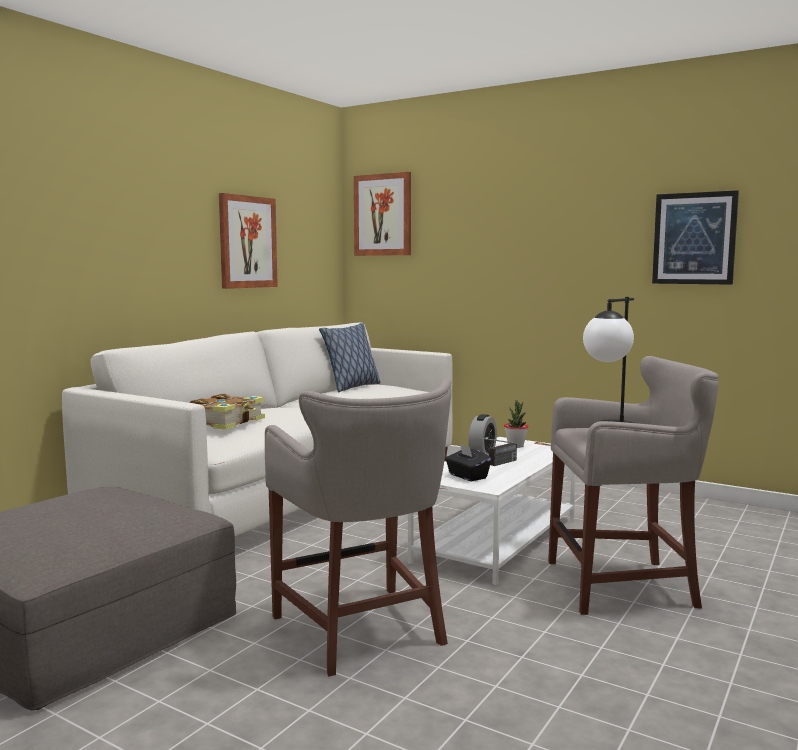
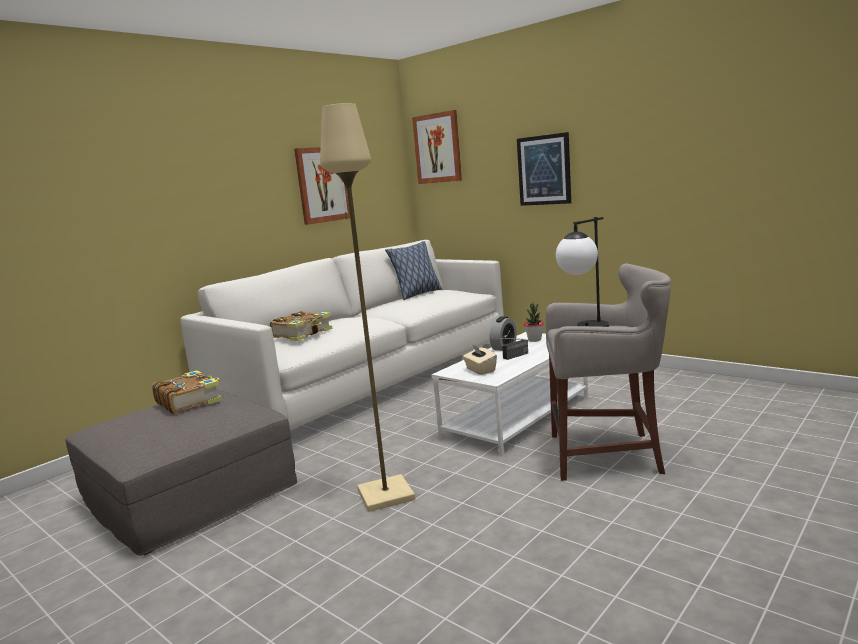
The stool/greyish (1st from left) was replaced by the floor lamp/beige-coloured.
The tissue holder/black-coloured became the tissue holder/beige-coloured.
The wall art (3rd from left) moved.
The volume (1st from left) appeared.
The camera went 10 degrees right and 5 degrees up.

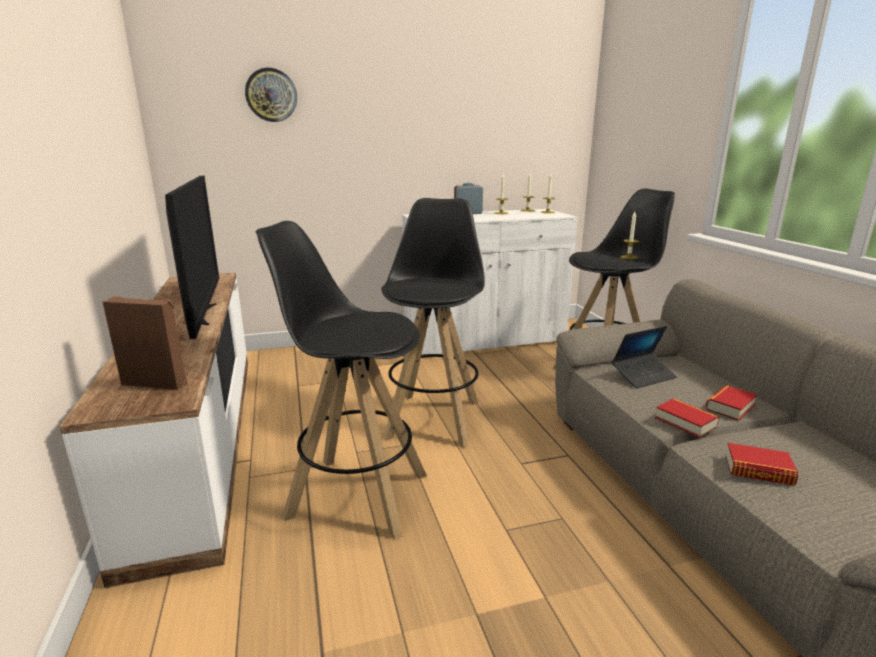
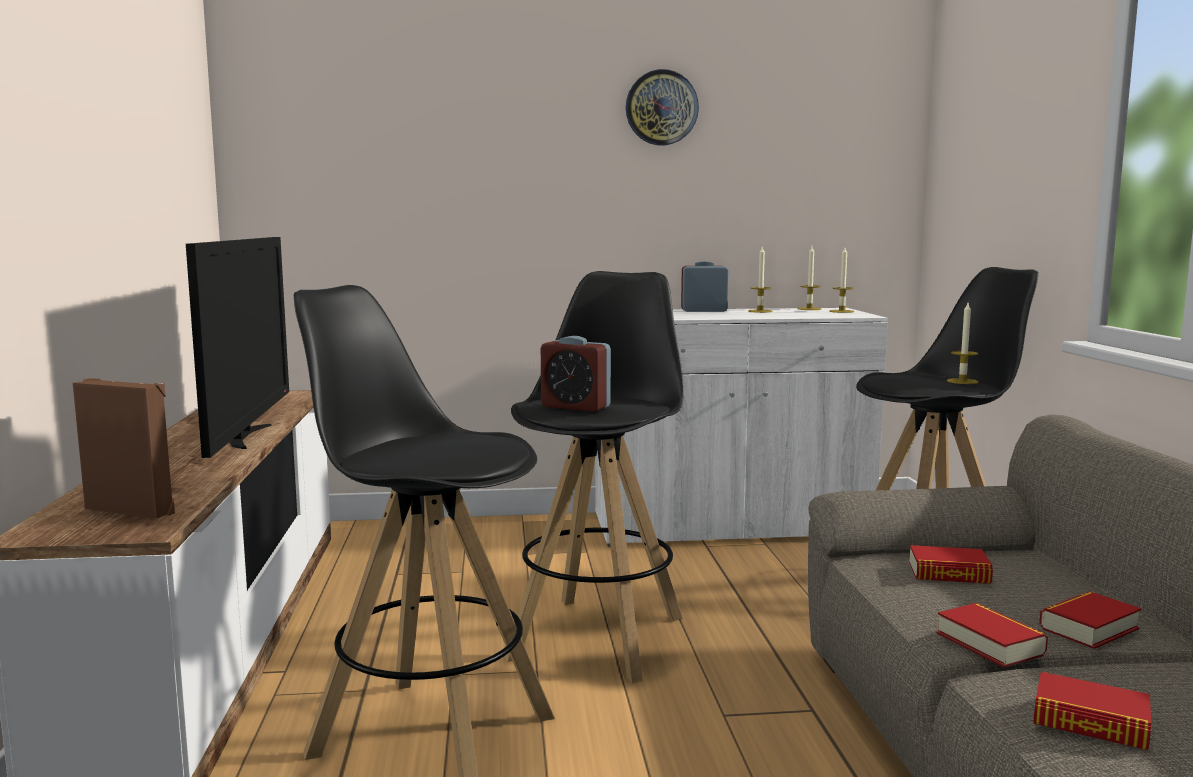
The wall clock moved.
The laptop was replaced by the volume (1st from left).
The alarm clock (1st from left) appeared.
The camera went 10 degrees right and 10 degrees down.

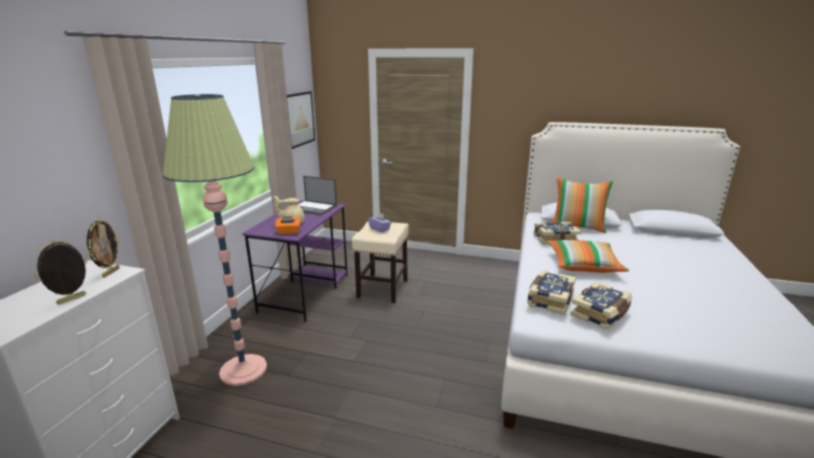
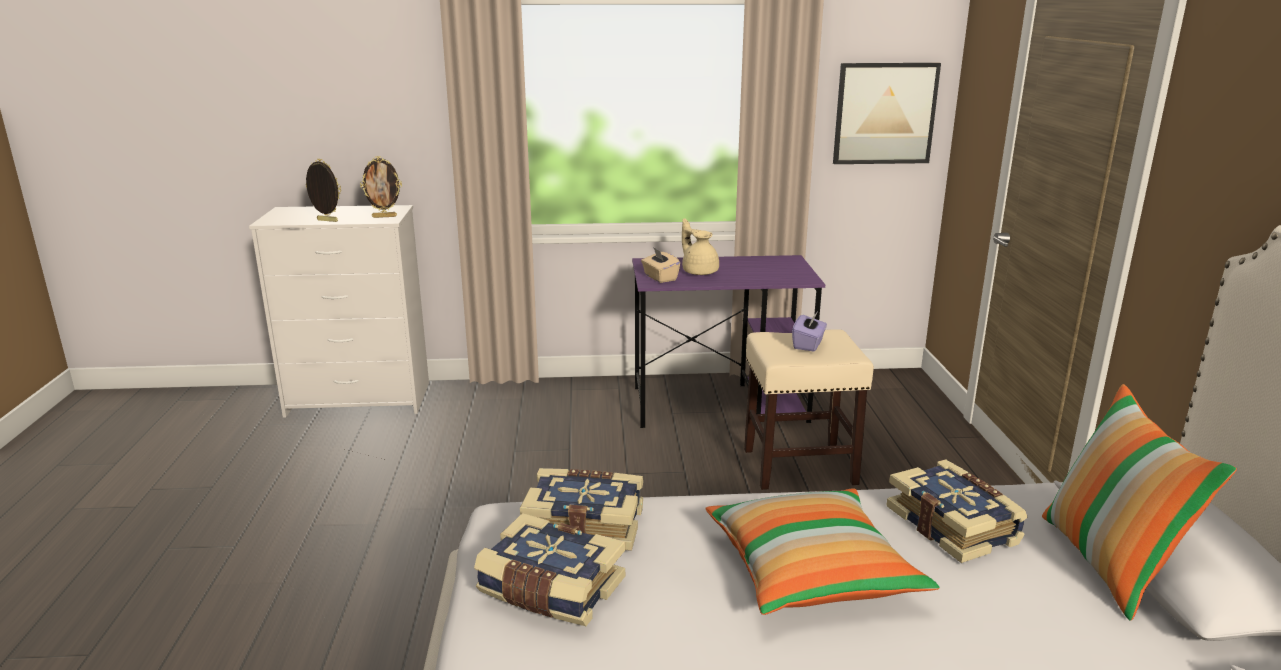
The floor lamp disappeared.
The tissue holder/orangey became the tissue holder/beige-coloured.
The laptop disappeared.
The camera went 70 degrees right and 0 degrees up.

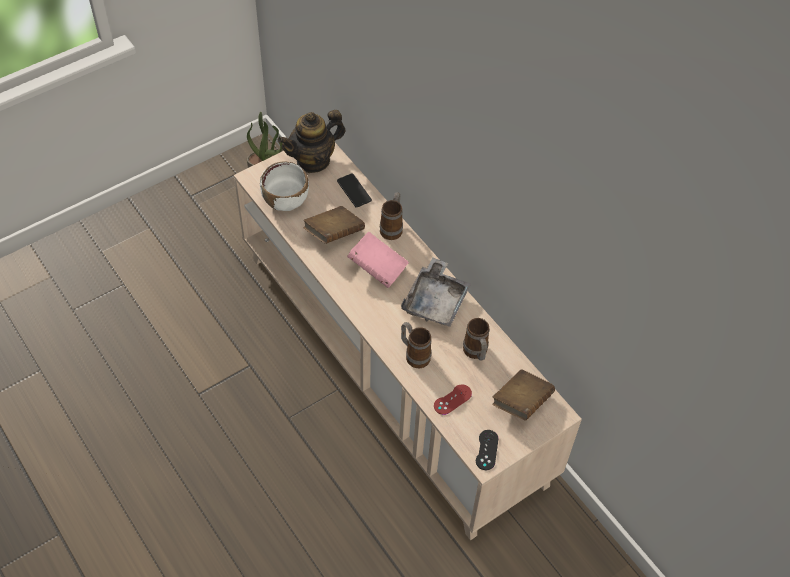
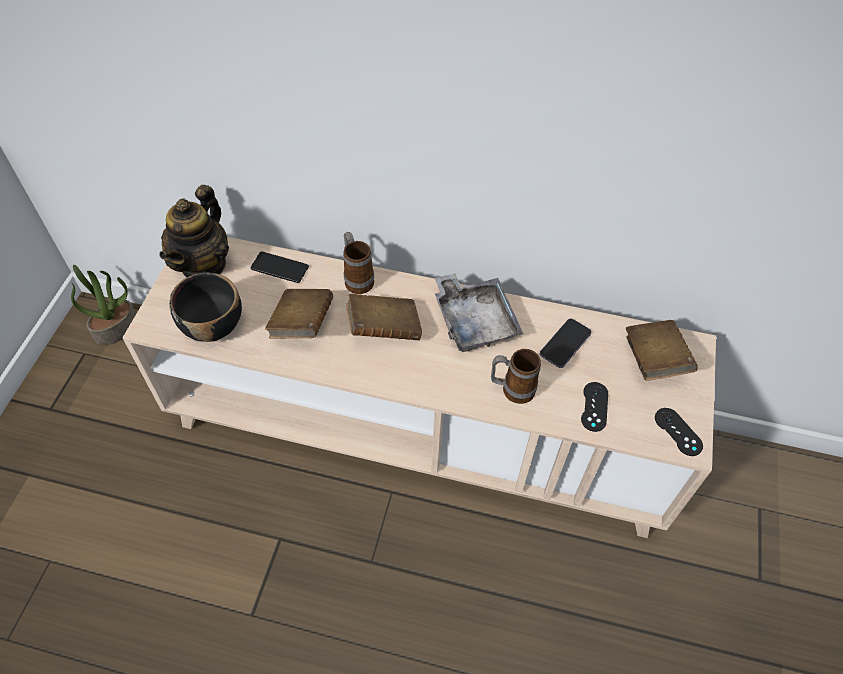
The bowl/whitish became the bowl/black-coloured.
The volume/pink became the volume/brown-coloured (2nd from left).
The game controller/reddish became the game controller/black-coloured (1st from left).
The mug (3rd from left) was replaced by the handset (2nd from left).
The camera went 40 degrees left and 0 degrees up.

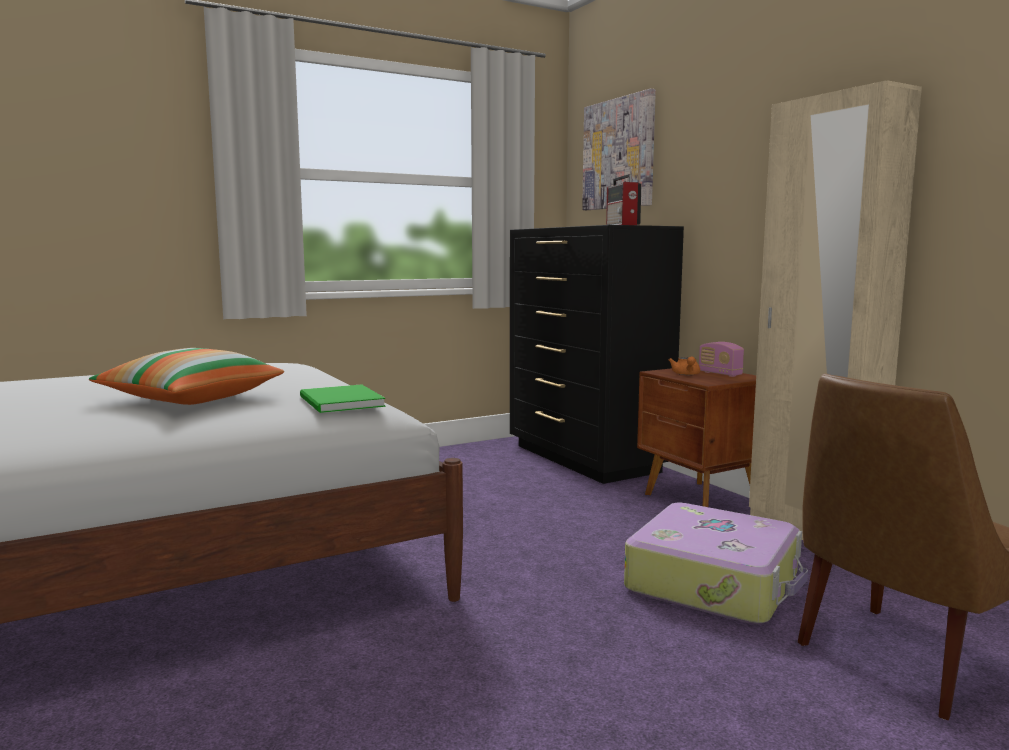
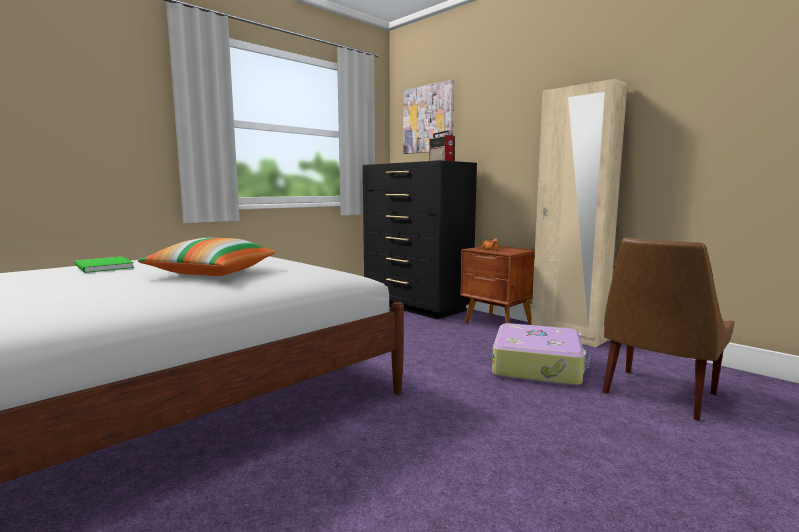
The volume/greenish moved.
The radio receiver (2nd from left) disappeared.
The camera went 15 degrees left and 0 degrees up.

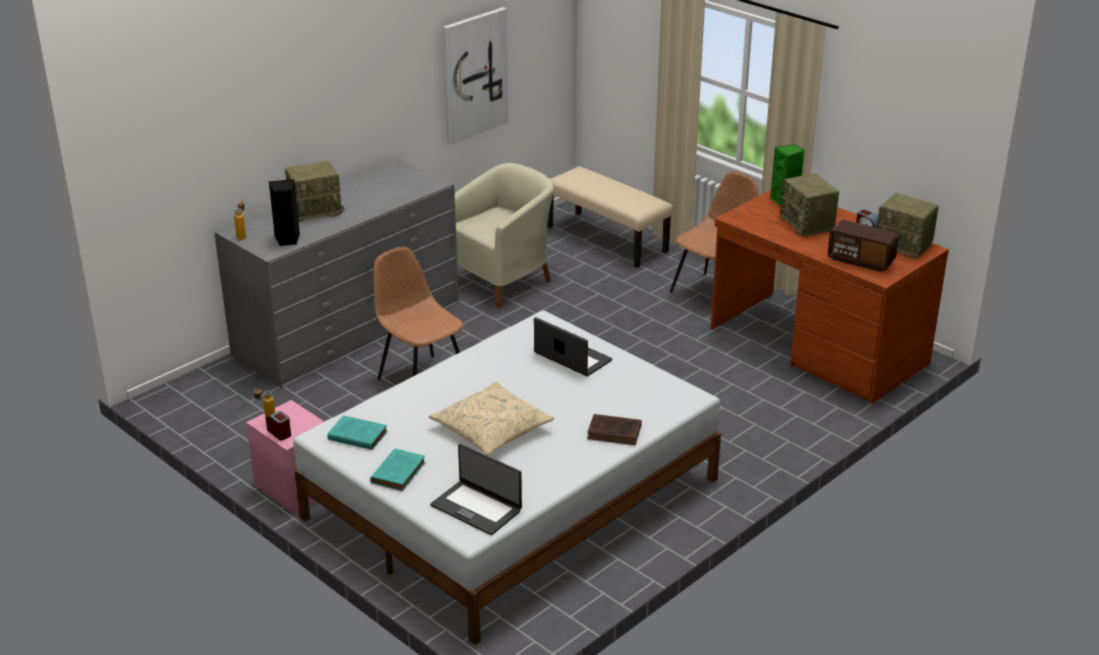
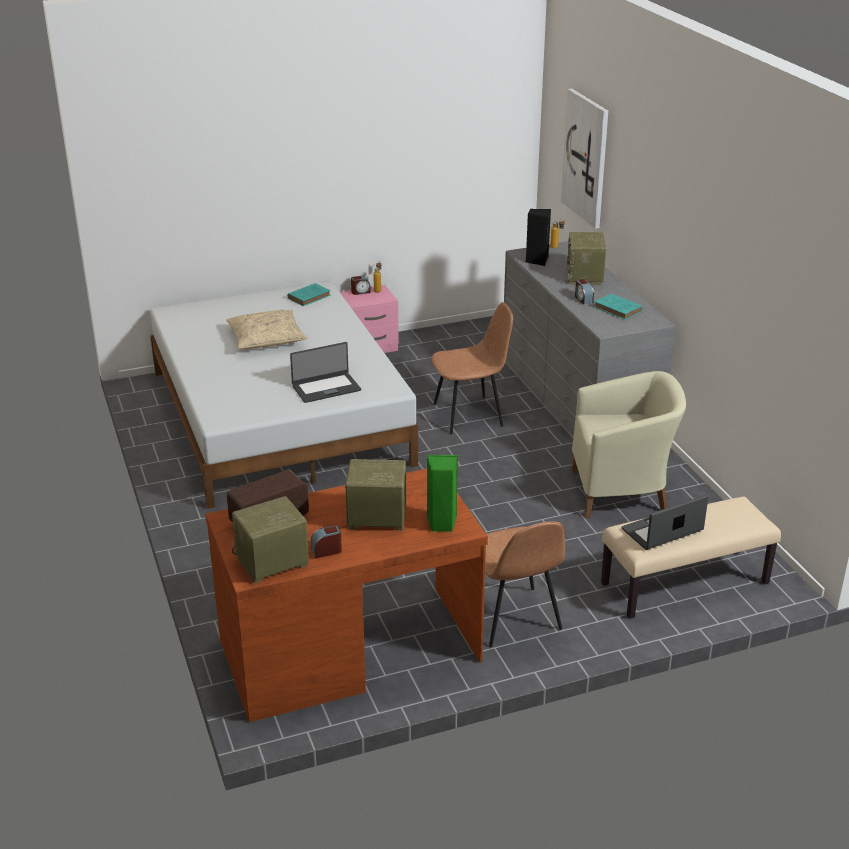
The volume/blue-green (2nd from left) moved.
The laptop (1st from left in the first image) moved.
The wall art moved.
The easy chair/beige-coloured turned 75 degrees counterclockwise.
The volume/brown-coloured disappeared.
The alarm clock (3rd from left) appeared.
The camera went 115 degrees right and 0 degrees up.

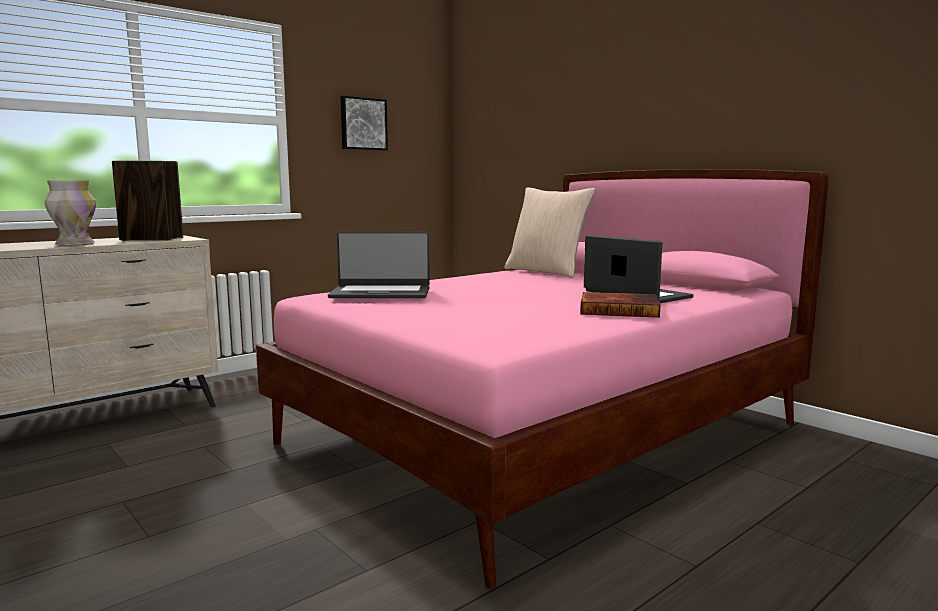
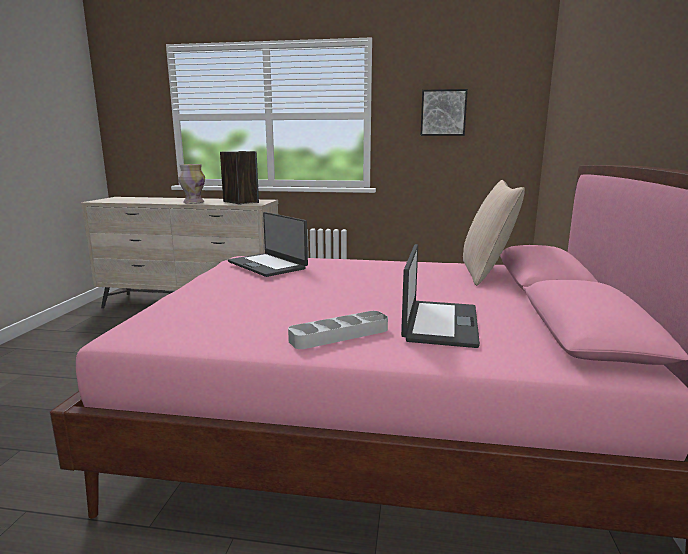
The volume was replaced by the serving tray/greyish.
The camera went 50 degrees right and 5 degrees up.

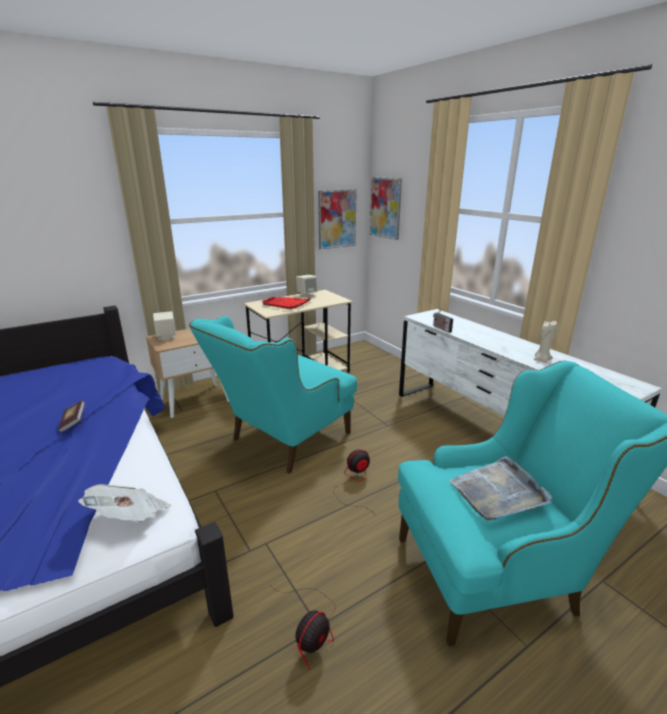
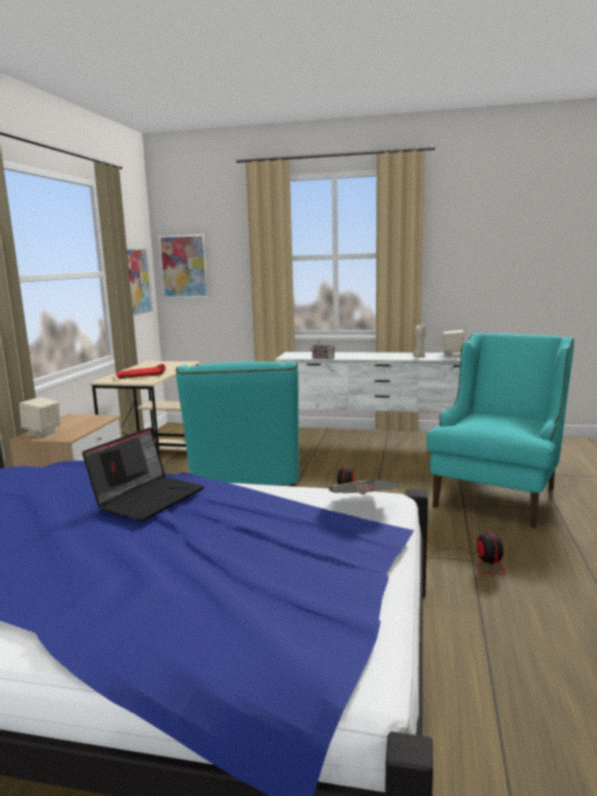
The volume was replaced by the laptop.
The audio speaker/beige-coloured (2nd from left) moved.
The serving tray/greyish disappeared.
The camera went 45 degrees left and 10 degrees down.

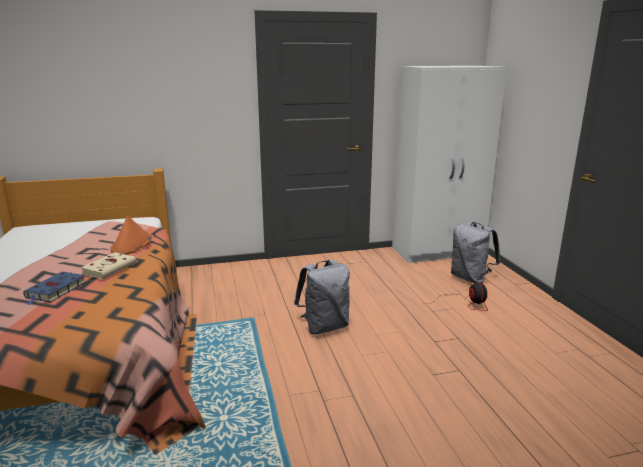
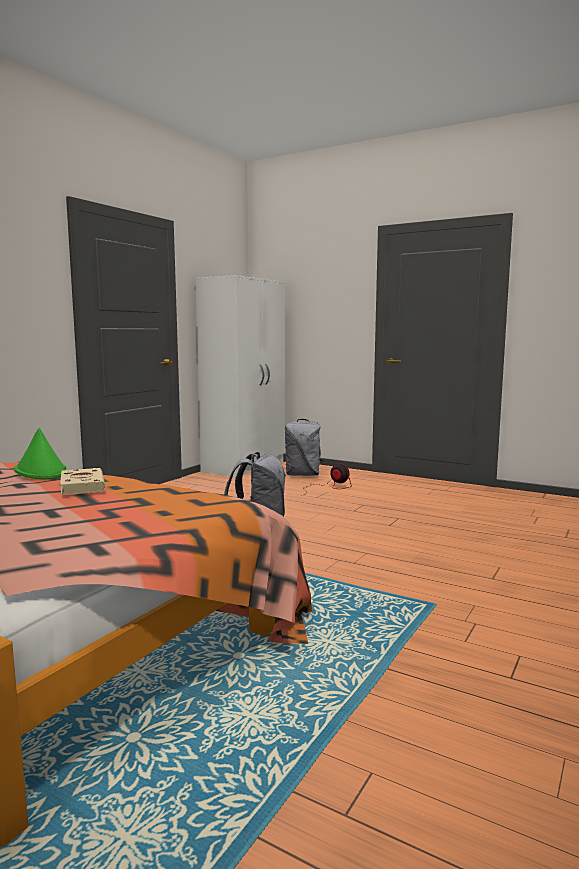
The volume/blue-coloured disappeared.
The hat/orangey became the hat/greenish.
The camera went 45 degrees left and 10 degrees down.

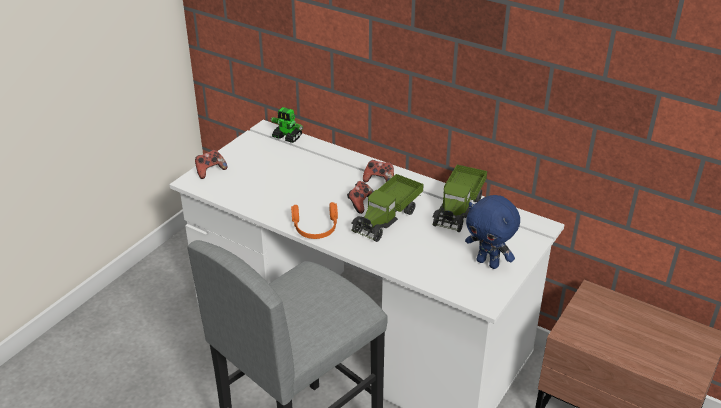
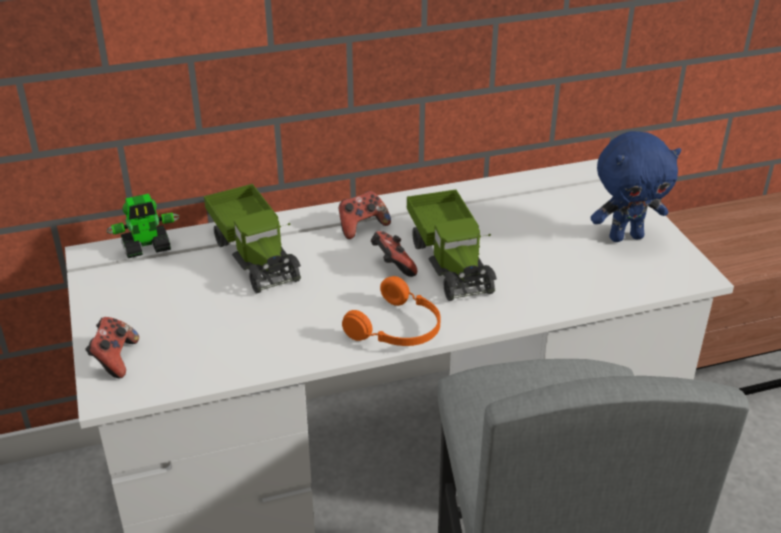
The model truck (2nd from left in the first image) moved.
The camera went 50 degrees left and 0 degrees up.

